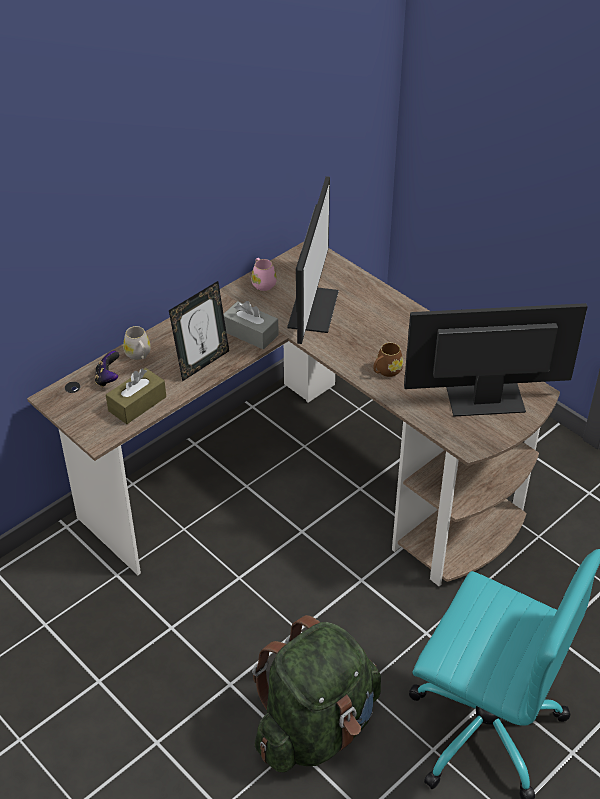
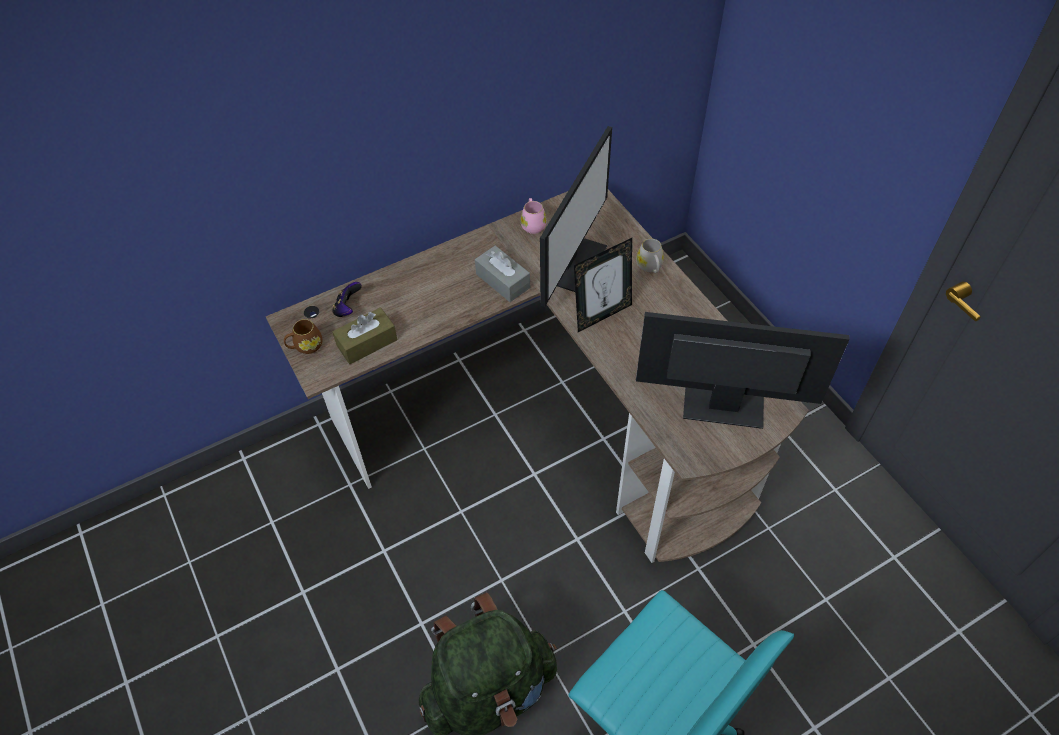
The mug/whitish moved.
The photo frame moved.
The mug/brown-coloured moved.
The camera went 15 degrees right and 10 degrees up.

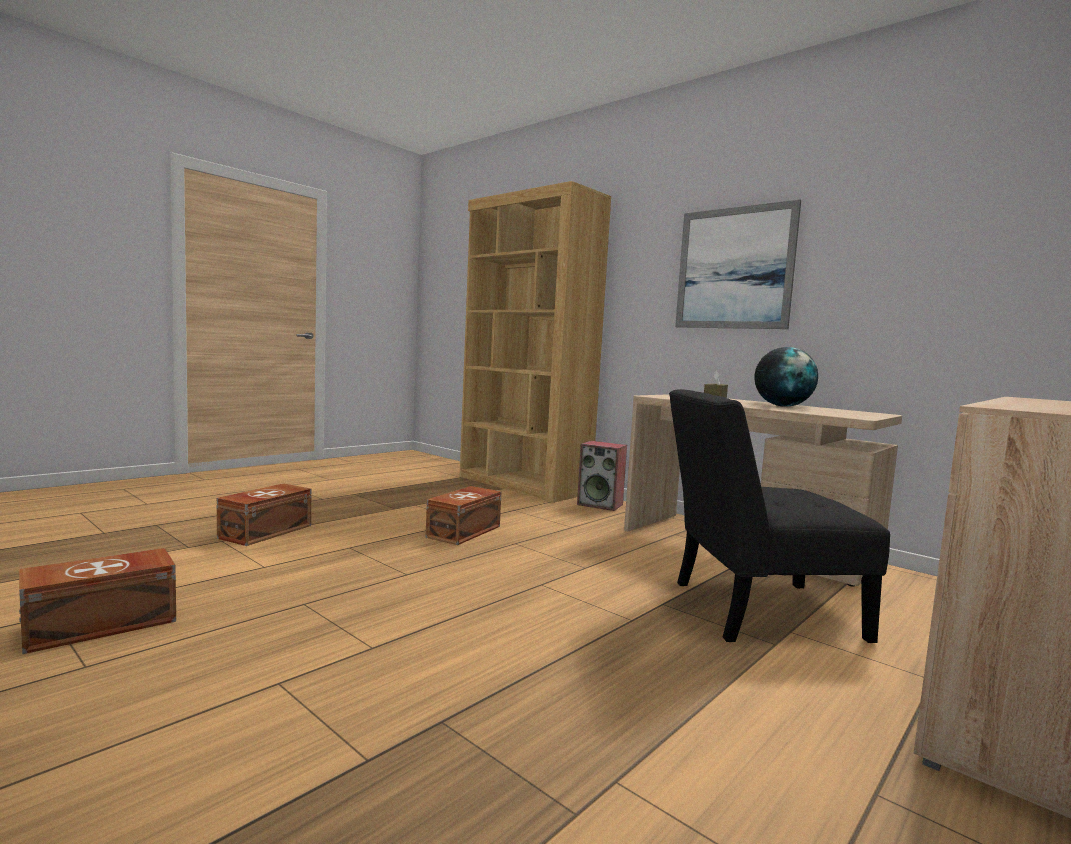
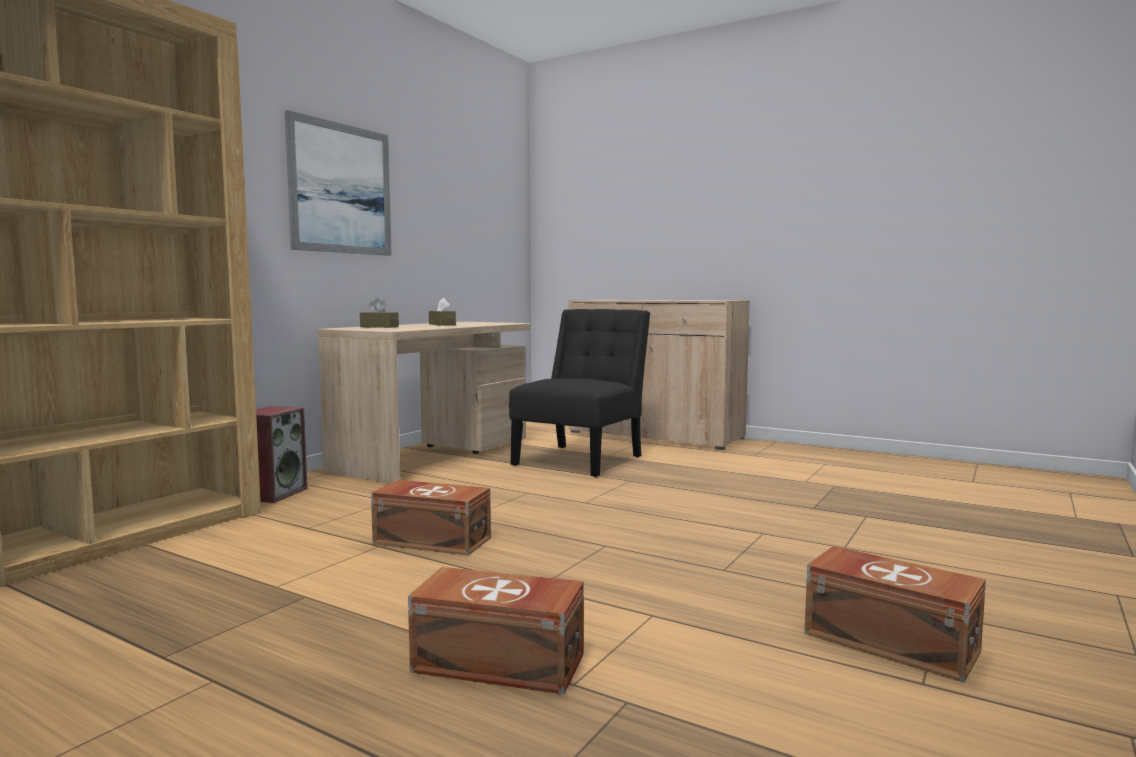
The chair/black-coloured turned 135 degrees counterclockwise.
The globe was replaced by the tissue holder/brown-coloured (2nd from left).
The camera went 100 degrees left and 0 degrees up.

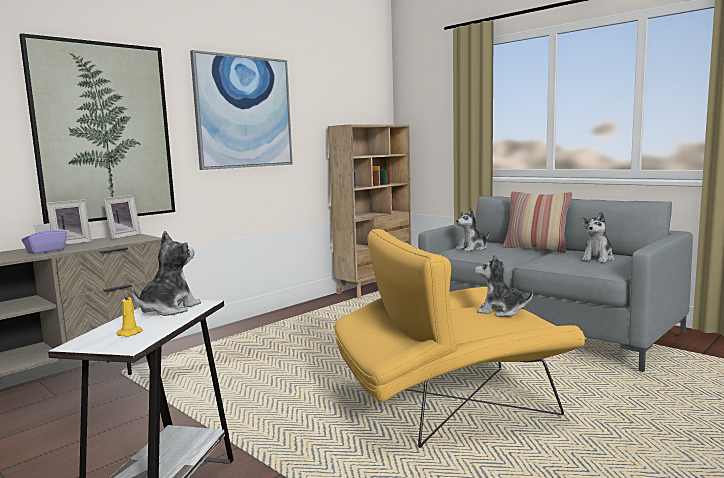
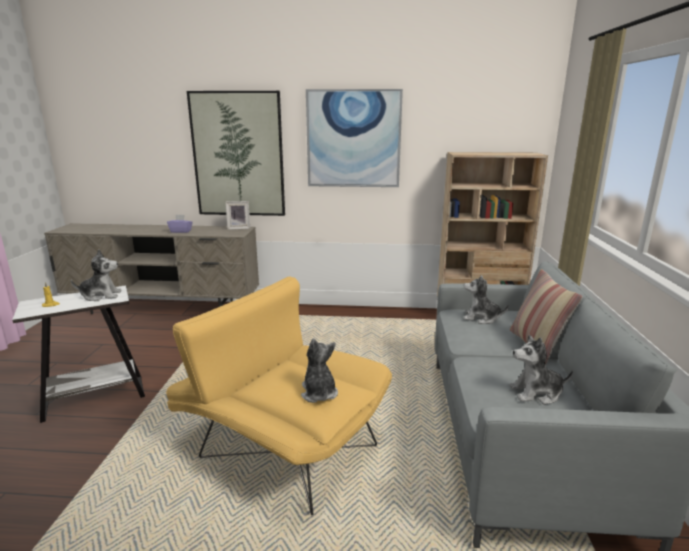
The photo frame (1st from left) disappeared.
The camera went 50 degrees right and 10 degrees up.

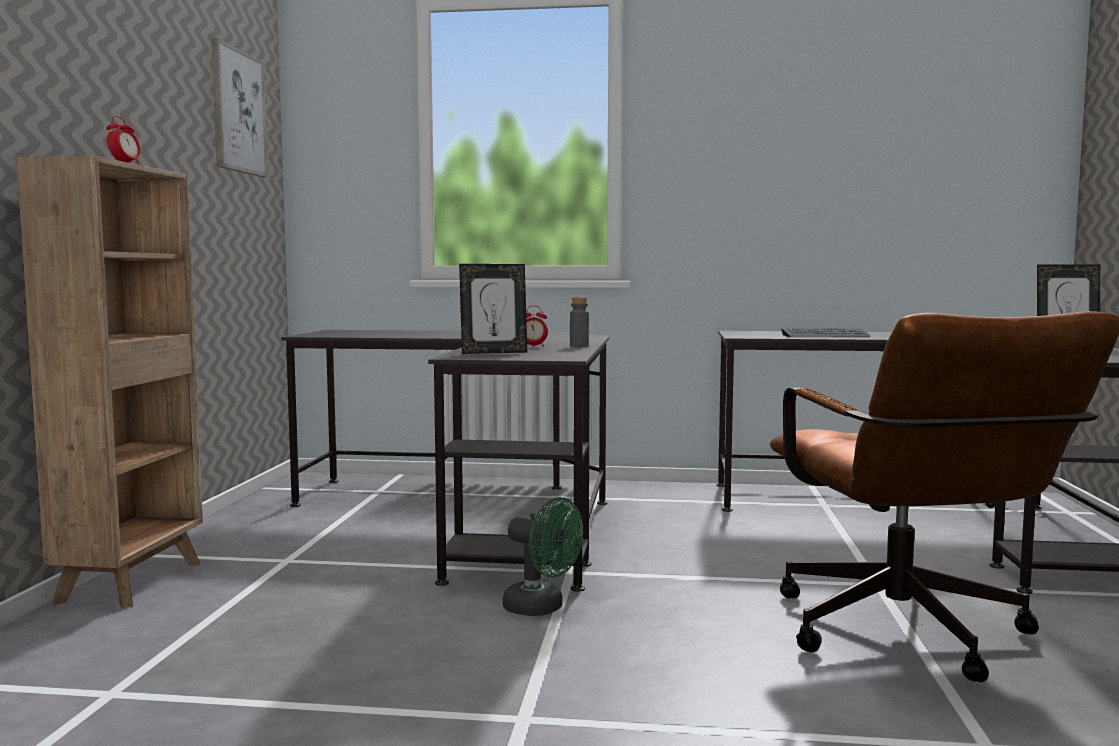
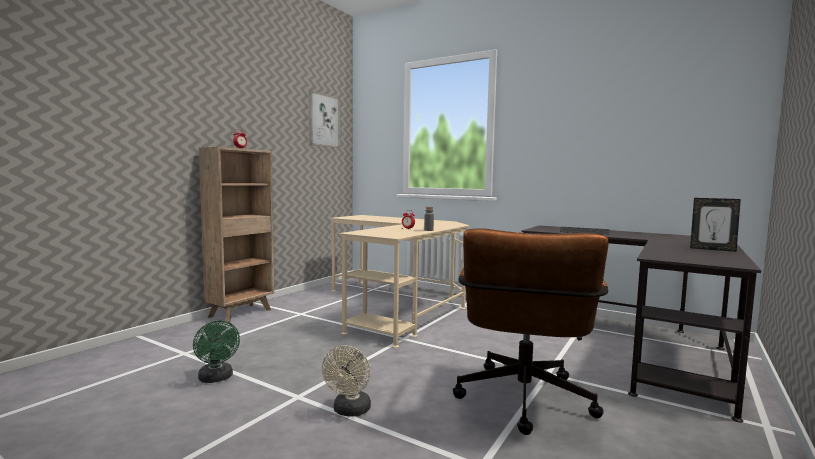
The desk/black-coloured (1st from left) became the desk/beige-coloured.
The photo frame (1st from left) disappeared.
The electric fan/greenish moved.
The electric fan/beige-coloured appeared.
The camera went 25 degrees right and 0 degrees up.

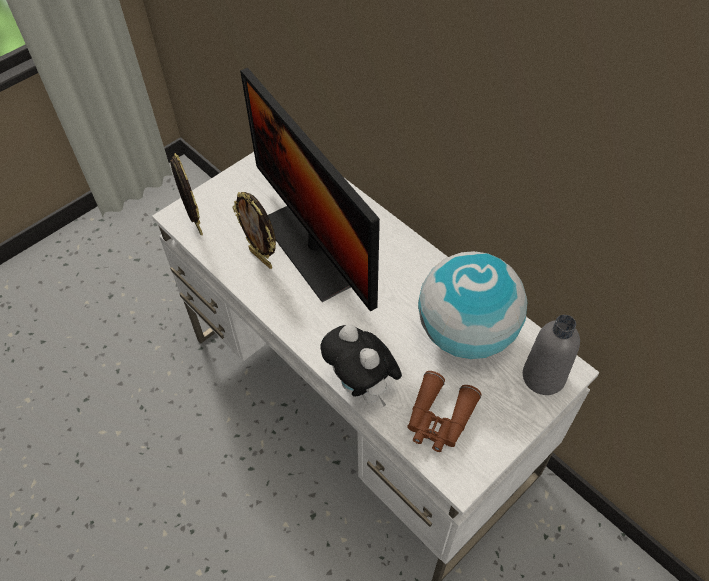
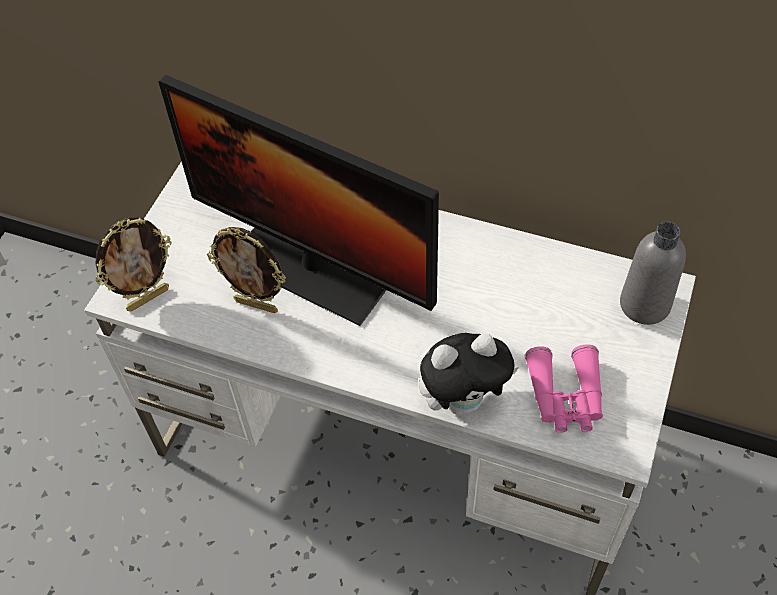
The photo frame (1st from left) turned 105 degrees clockwise.
The cuddly toy turned 45 degrees counterclockwise.
The pair of binoculars/brown-coloured became the pair of binoculars/pink.
The globe disappeared.
The camera went 25 degrees left and 0 degrees up.

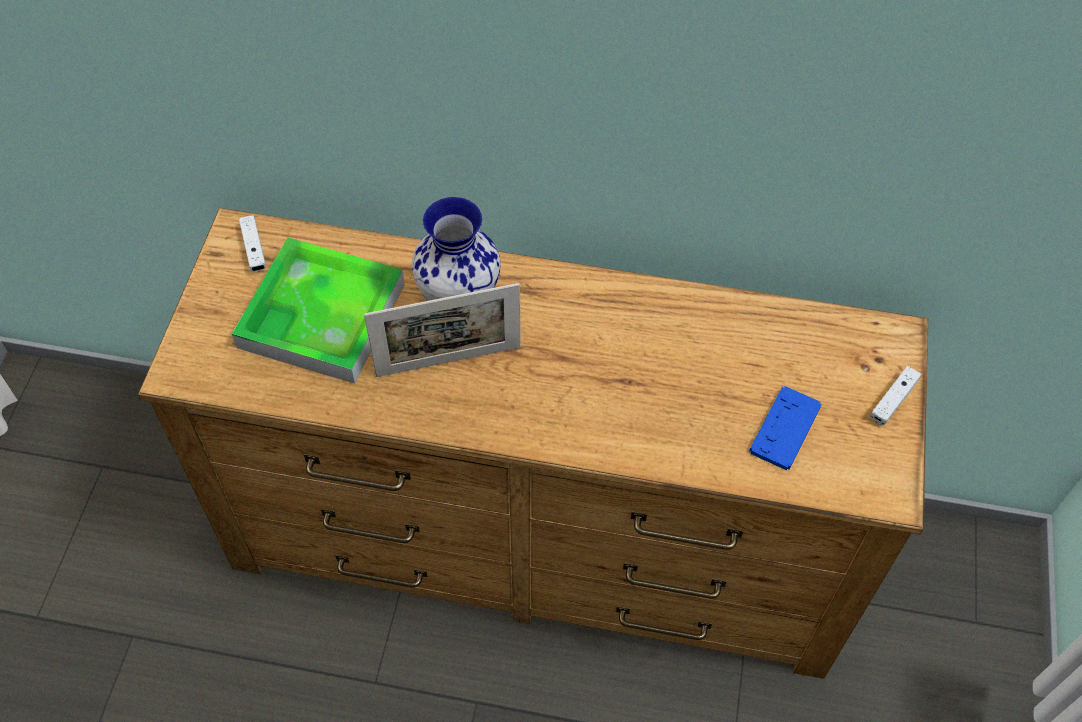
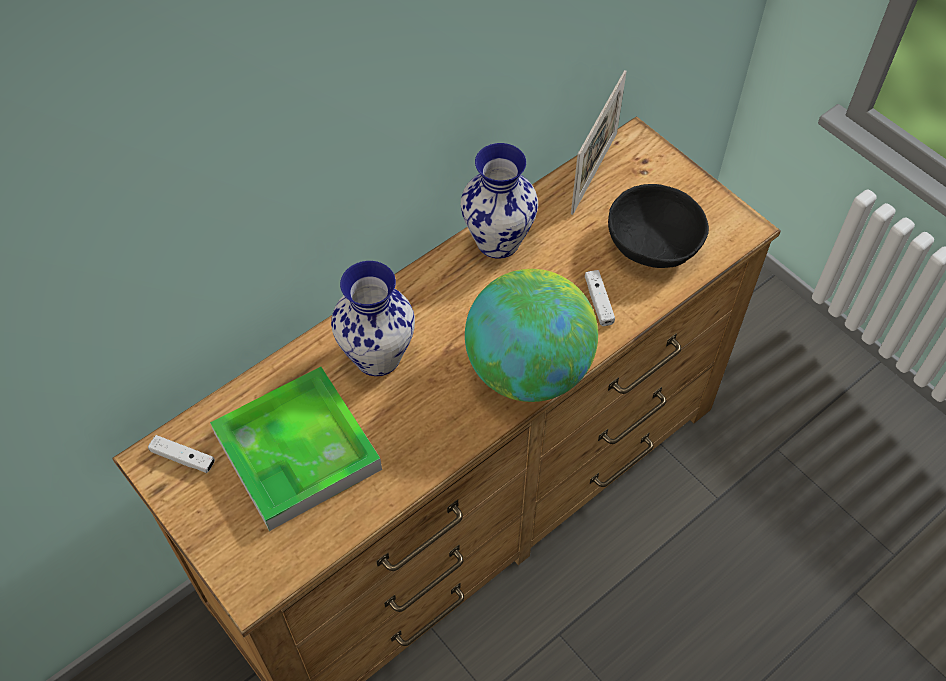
The photo frame moved.
The game controller/blue-coloured was replaced by the bowl/black-coloured.
The game controller/whitish (2nd from left) moved.
The vase (2nd from left) appeared.
The globe appeared.
The camera went 50 degrees left and 0 degrees up.

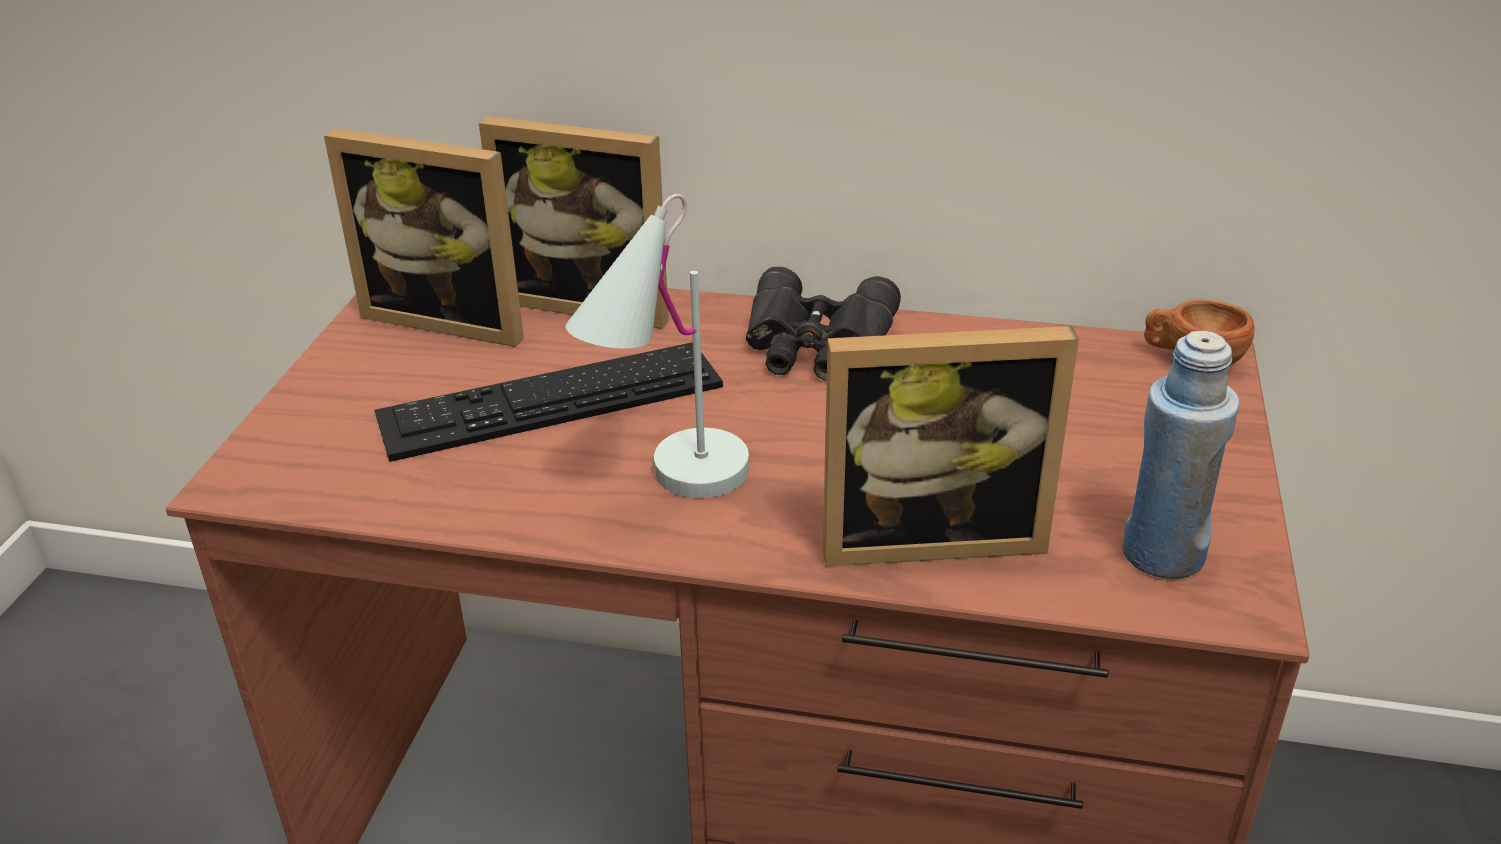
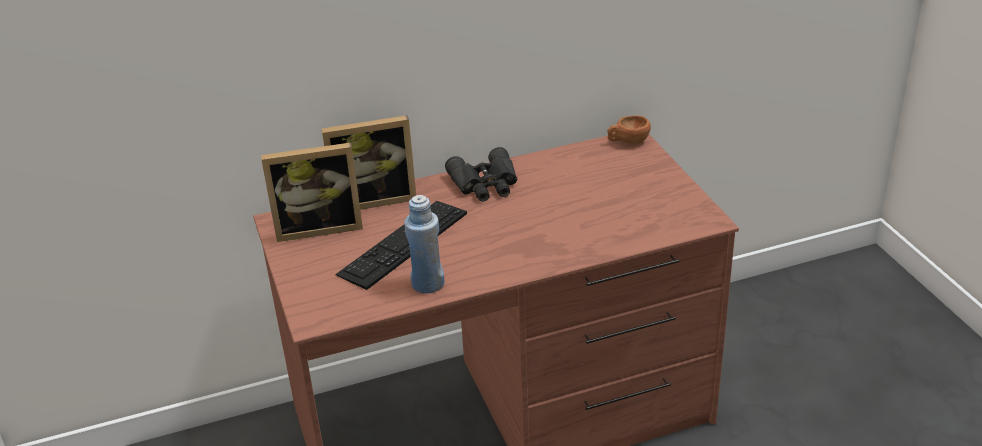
The tabletop lamp/whitish disappeared.
The photo frame (3rd from left) disappeared.
The drink bottle/blue-coloured moved.
The camera went 30 degrees left and 0 degrees up.

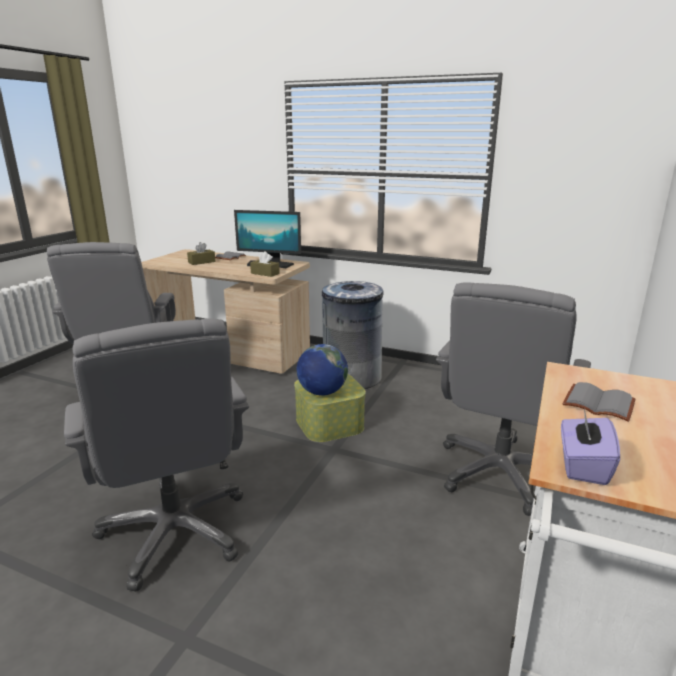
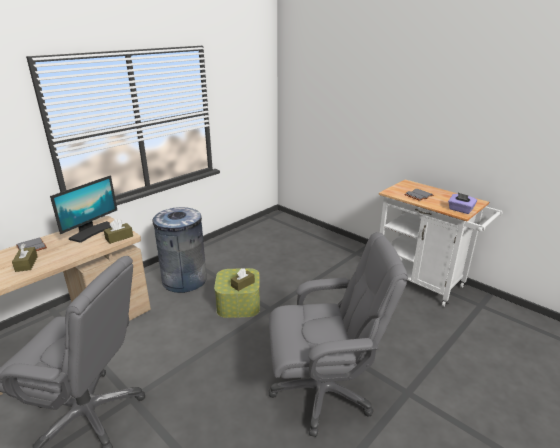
The globe was replaced by the tissue holder/brown-coloured (3rd from left).
The computer chair/greyish (3rd from left) disappeared.
The camera went 70 degrees left and 5 degrees up.

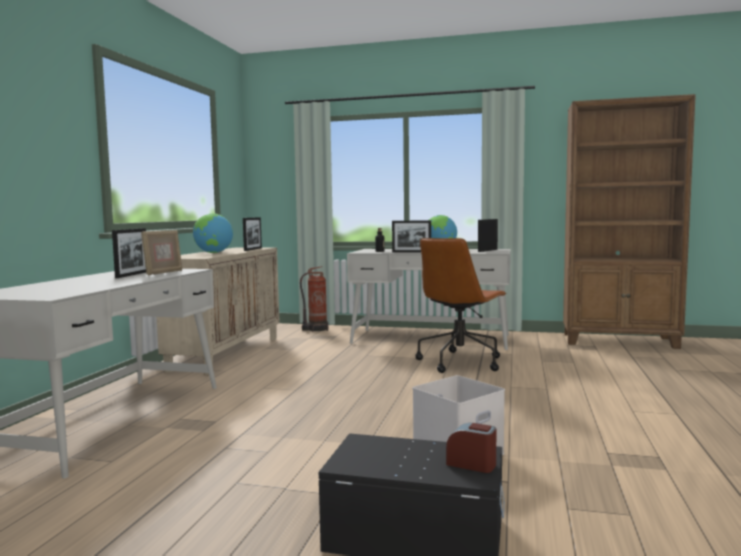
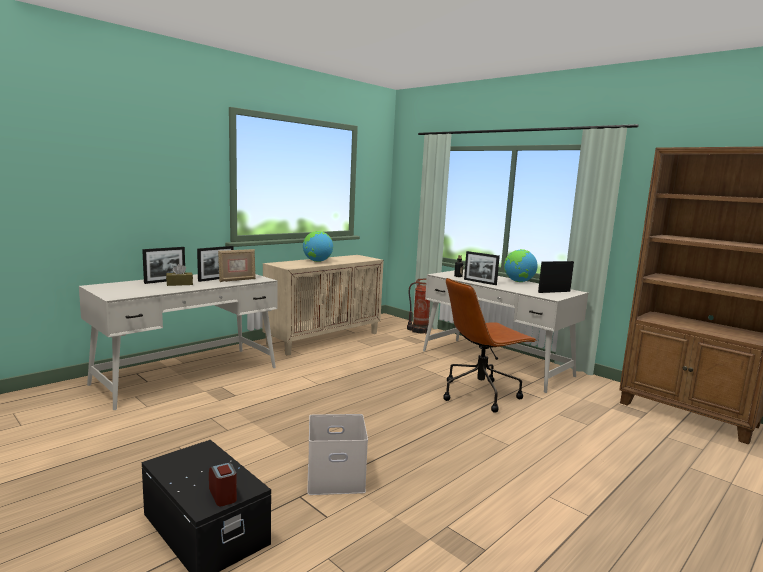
The photo frame (3rd from left in the first image) moved.
The tissue holder/brown-coloured appeared.
The camera went 30 degrees right and 5 degrees up.

